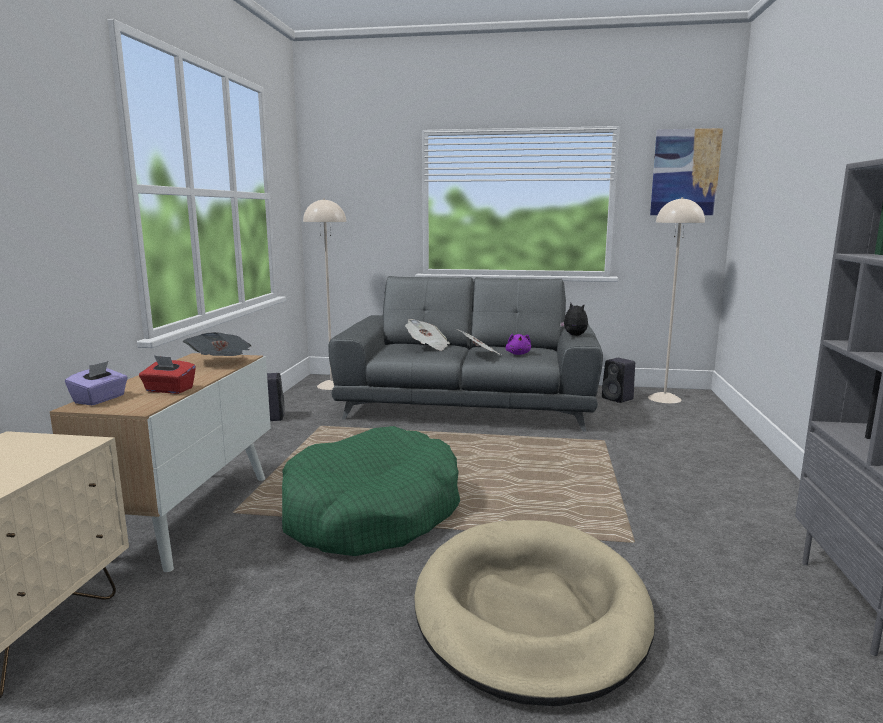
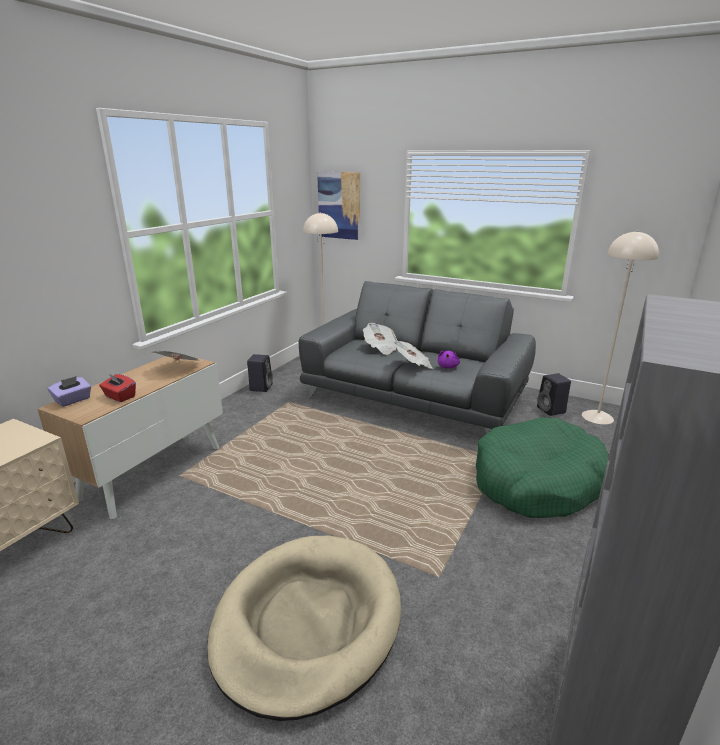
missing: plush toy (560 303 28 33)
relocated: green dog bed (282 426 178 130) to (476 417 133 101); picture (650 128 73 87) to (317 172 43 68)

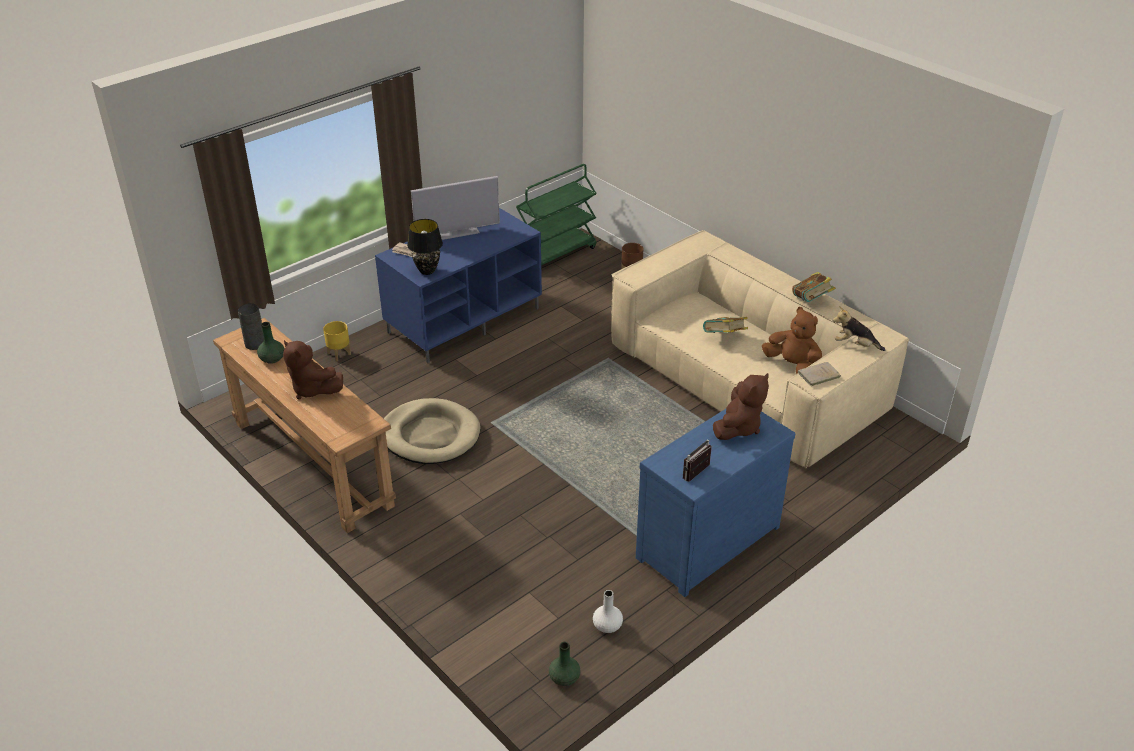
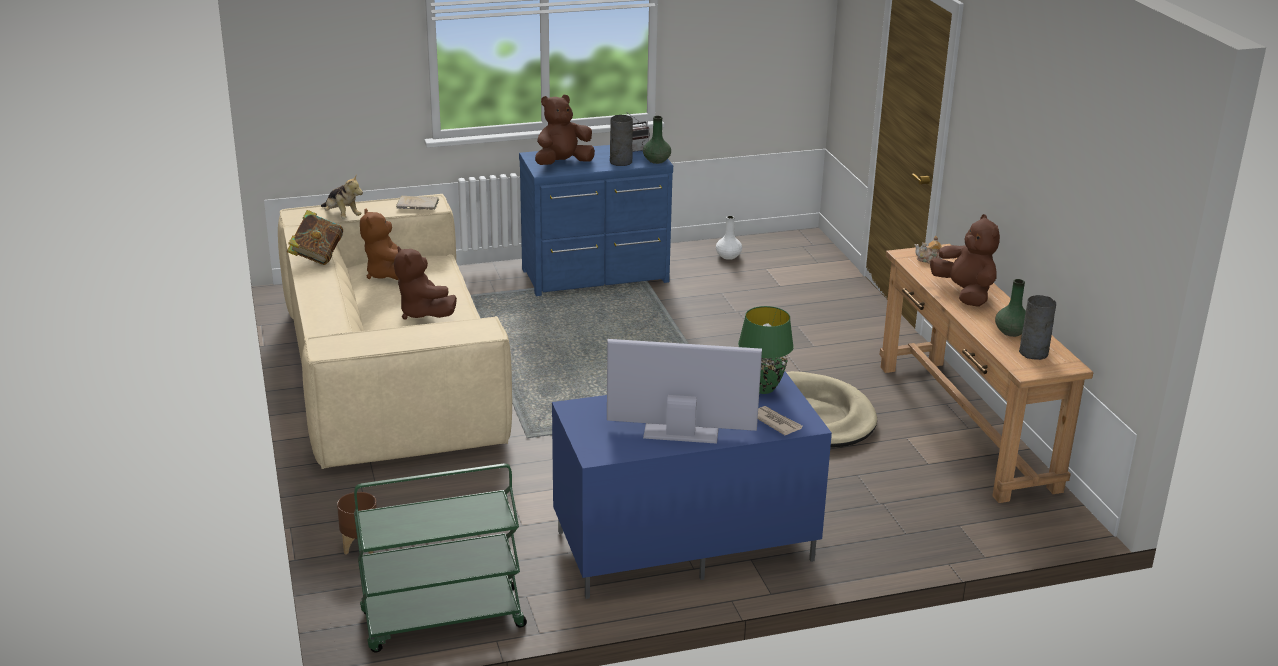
missing: yellow planter (323 321 28 40)
appeared: grey vase (610 115 23 51); teapot (914 236 28 28)
relocated: green vase (549 642 32 44) to (643 116 28 48)
exchanged: book (703 317 45 16) to brown plush toy (394 246 63 74)
colour: black table lamp (407 219 36 56) to green table lamp (738 306 56 88)

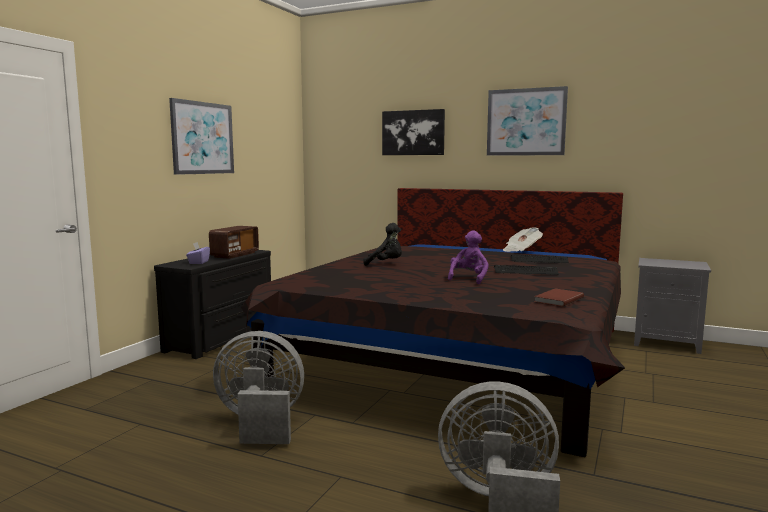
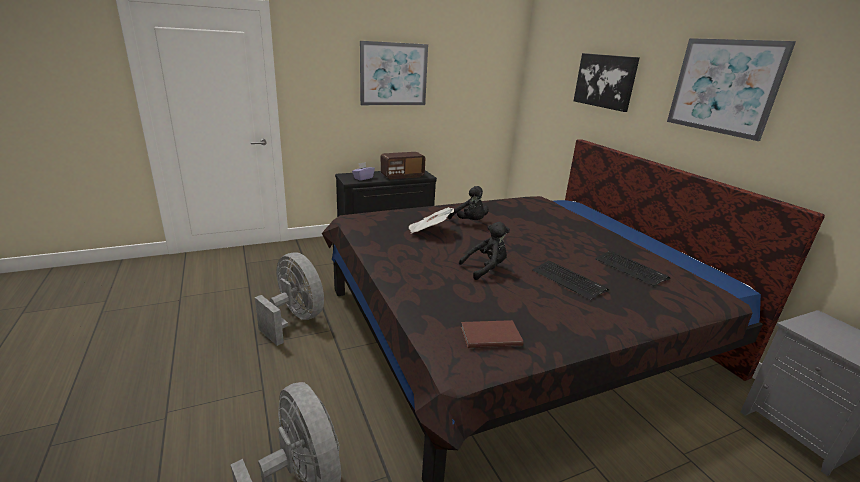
relocated: newspaper (503 227 40 25) to (408 207 46 27)
colour: purple plush toy (448 231 41 53) to black plush toy (459 222 51 58)

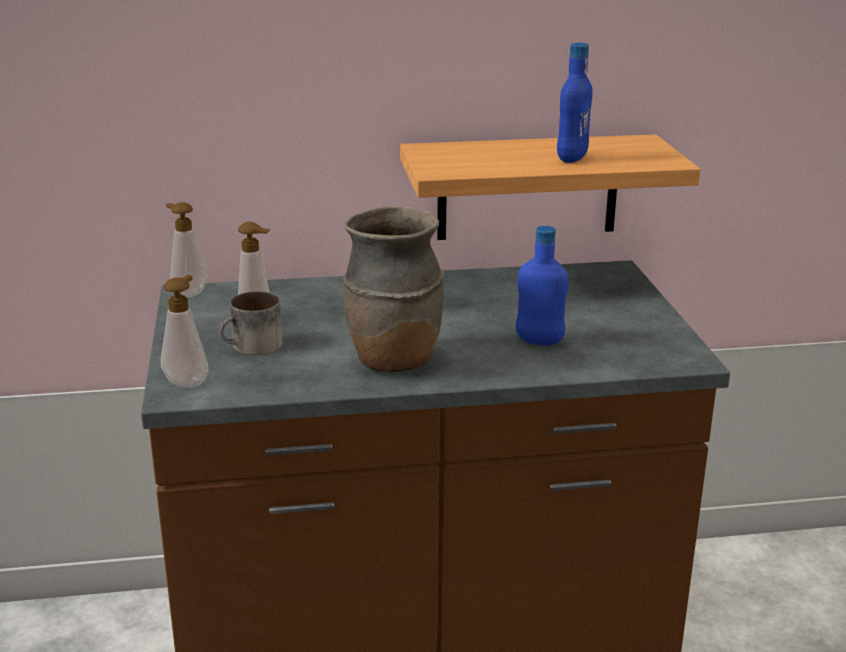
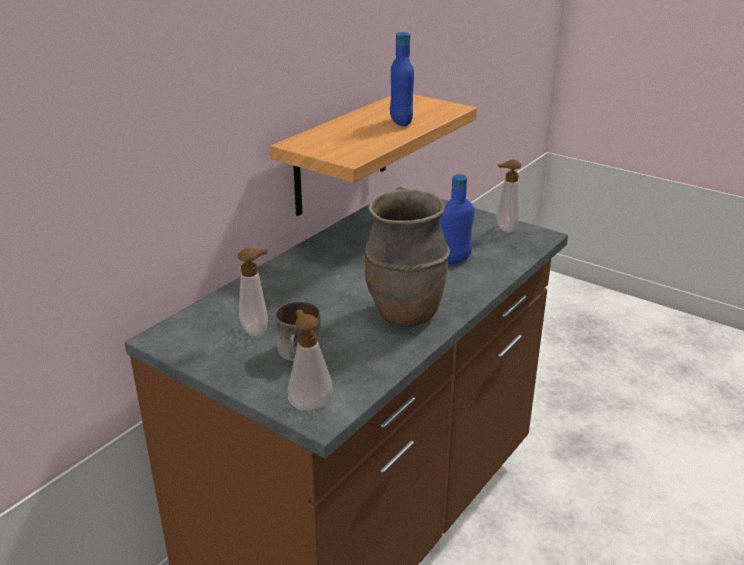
relocated: soap dispenser (166 202 41 96) to (497 160 24 73)

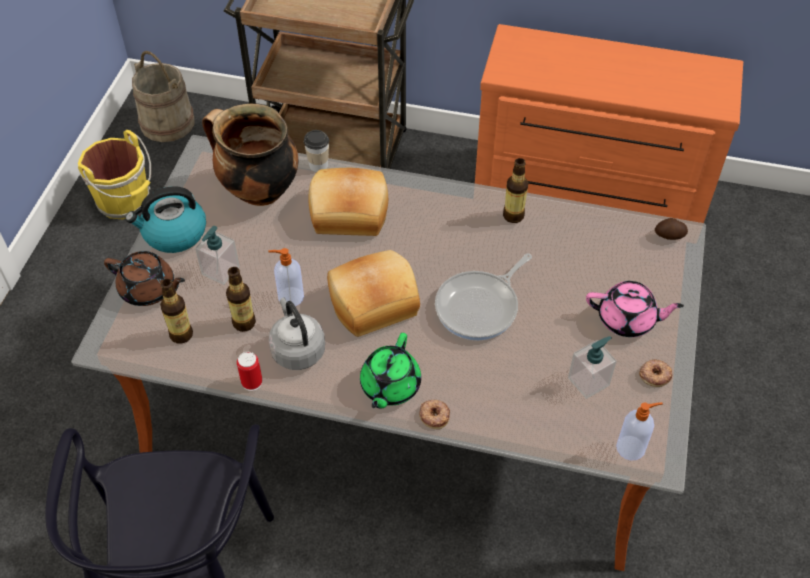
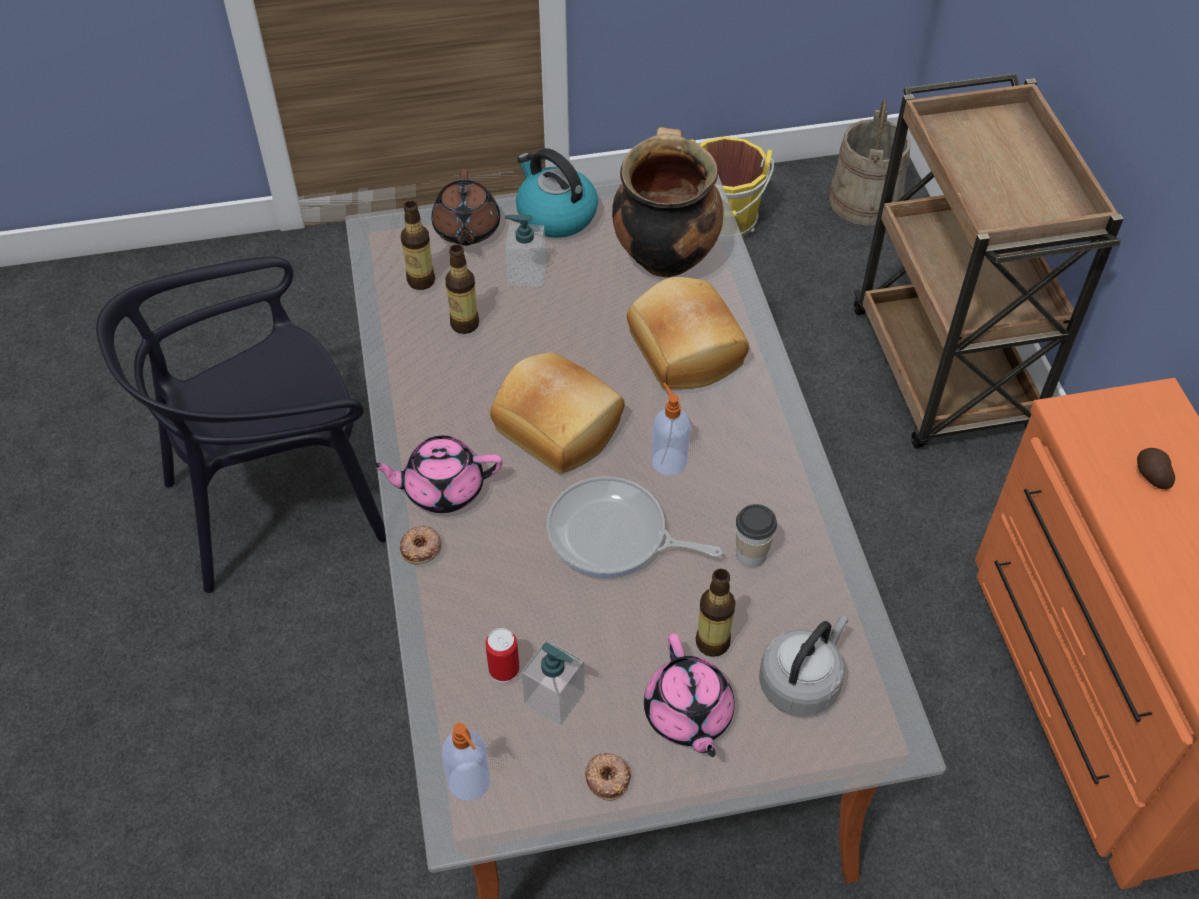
relocated: can (237 352 25 39) to (485 628 34 55); soap dispenser (268 248 36 58) to (652 383 38 93); grey kettle (269 297 56 73) to (759 616 89 100); cup (304 130 25 42) to (736 504 41 63); bottle (503 158 25 65) to (696 569 40 88); potato (655 218 33 22) to (1137 448 38 41)
colour: green teapot (360 333 61 76) to pink teapot (370 436 132 77)

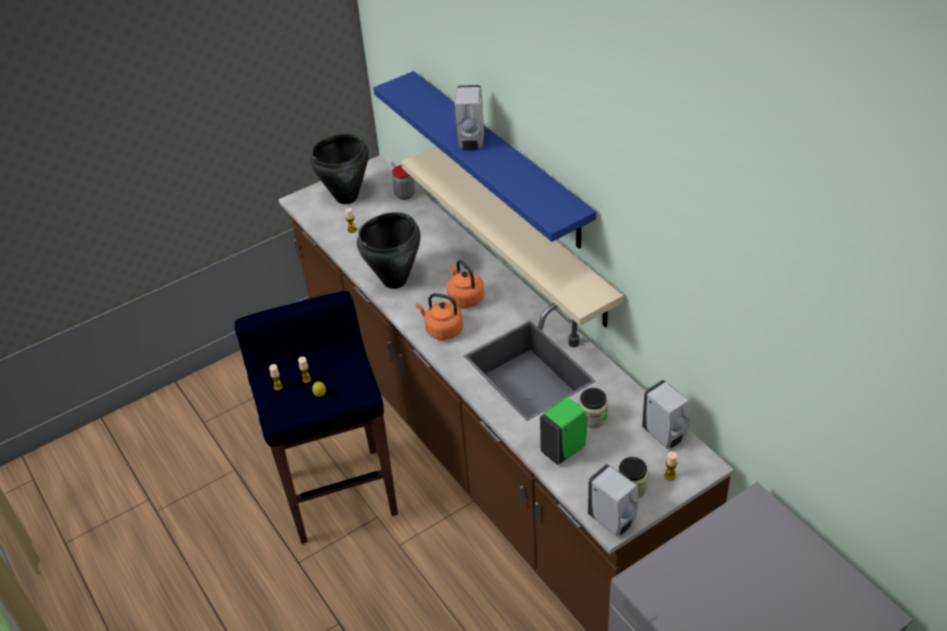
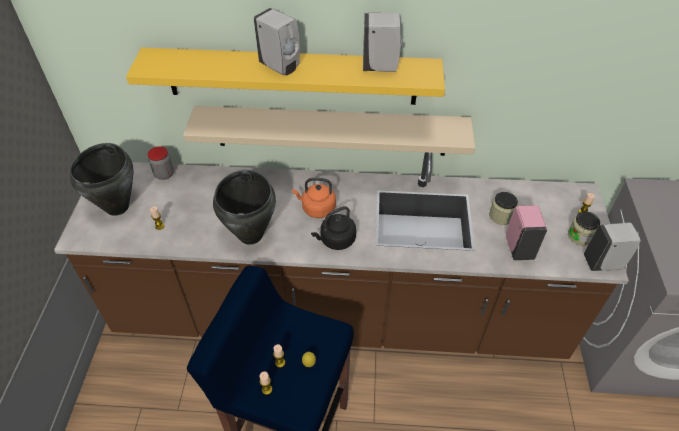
relocated: white soap dispenser (642 380 48 69) to (363 13 40 59)
colour: blue shelf (374 71 222 178) to yellow shelf (126 48 319 57); orange kettle (416 293 47 47) to black kettle (311 206 45 44); green soap dispenser (540 397 47 68) to pink soap dispenser (506 205 41 55)

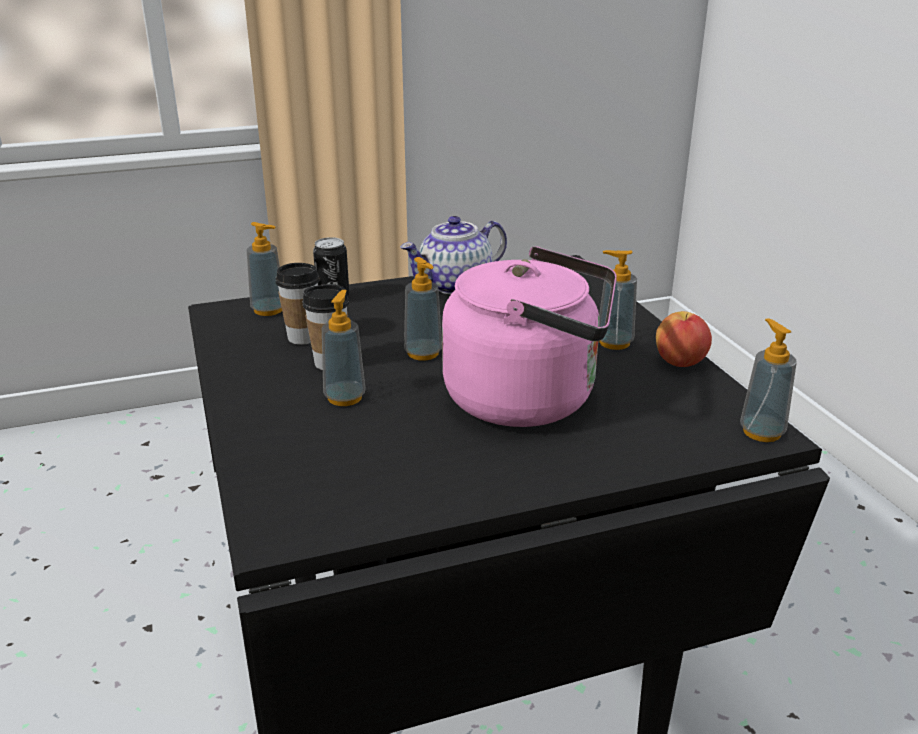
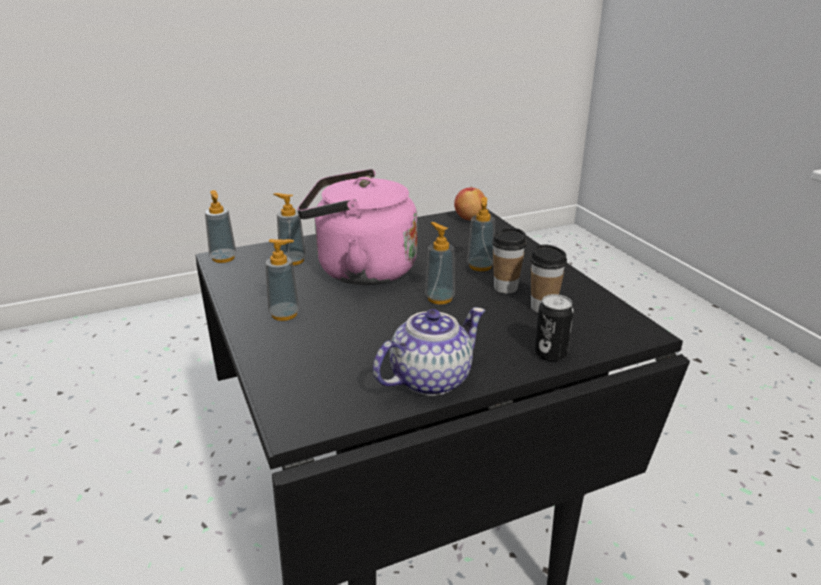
relocated: soap dispenser (247 222 35 94) to (274 193 32 73); apple (656 311 56 56) to (454 185 33 35)

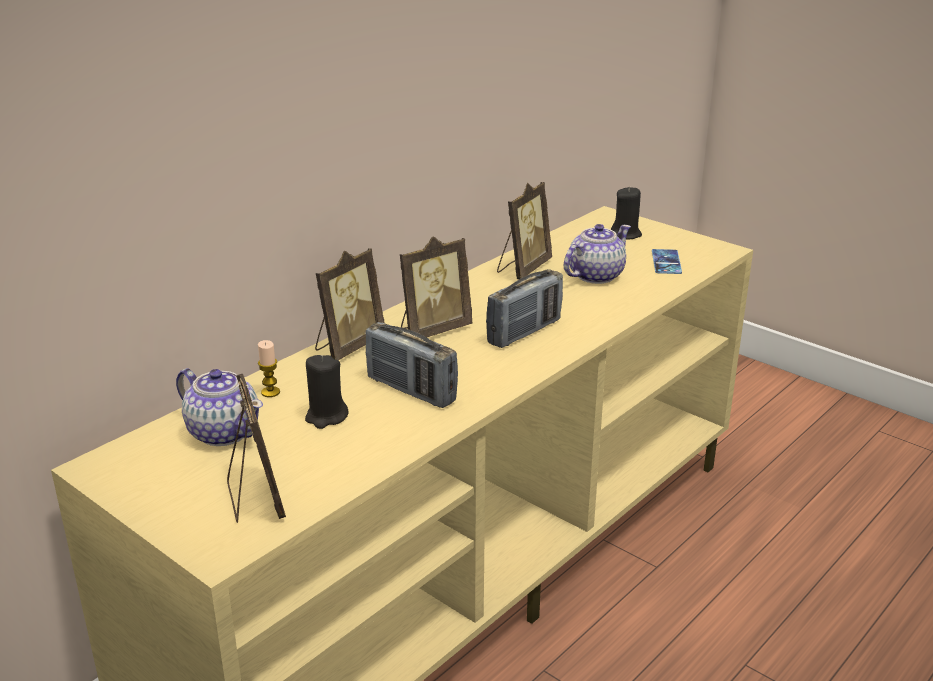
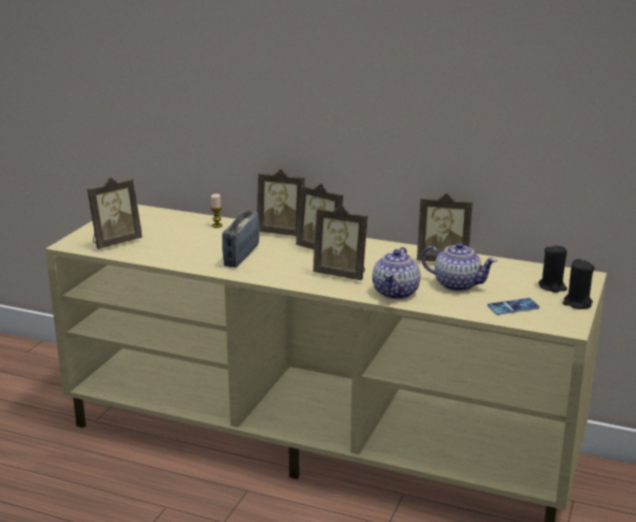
relocated: teapot (176 368 87 78) to (372 247 49 52); black candle (305 355 44 74) to (563 259 32 50)
exchanged: radio (486 269 77 79) to picture frame (313 205 54 75)

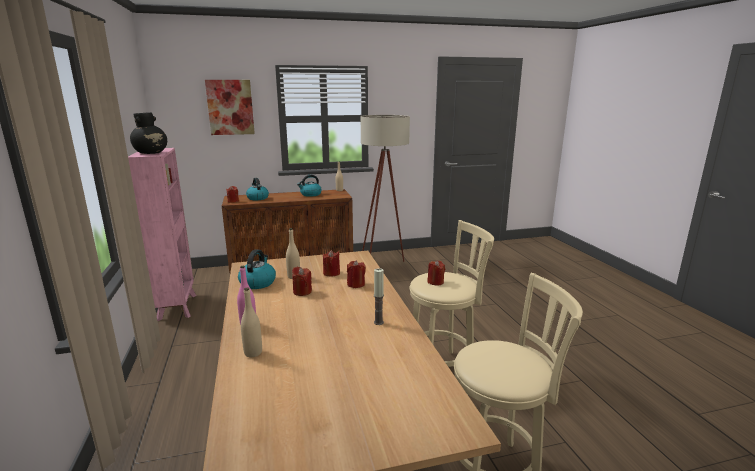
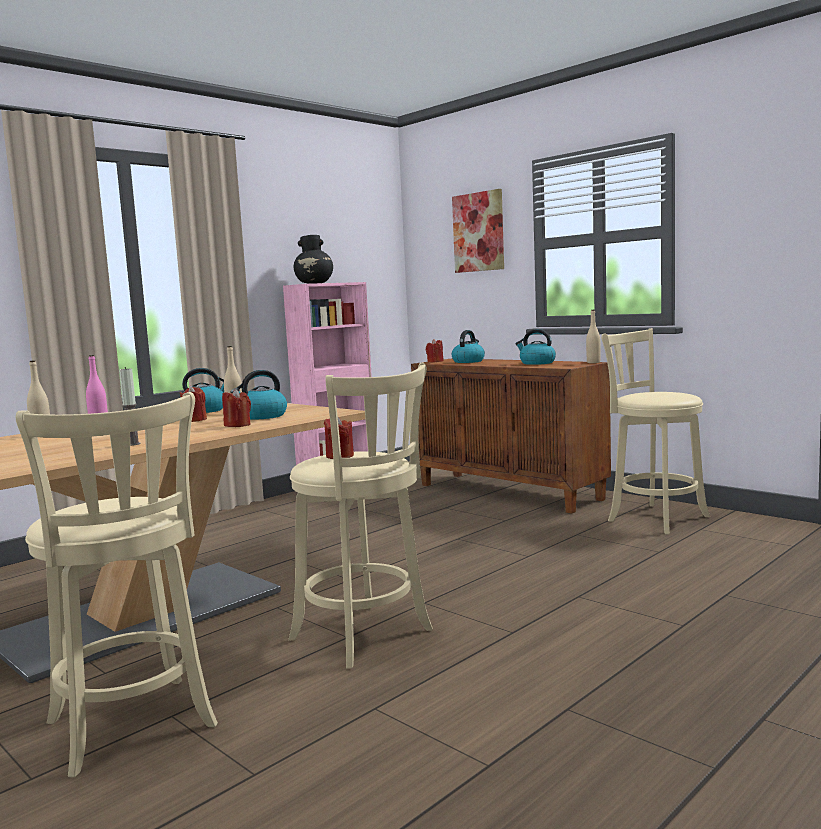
exchanged: red candle (323 250 17 26) to kettle (230 370 57 50); beige floor lamp (361 115 49 147) to beige stool (601 328 109 206)

